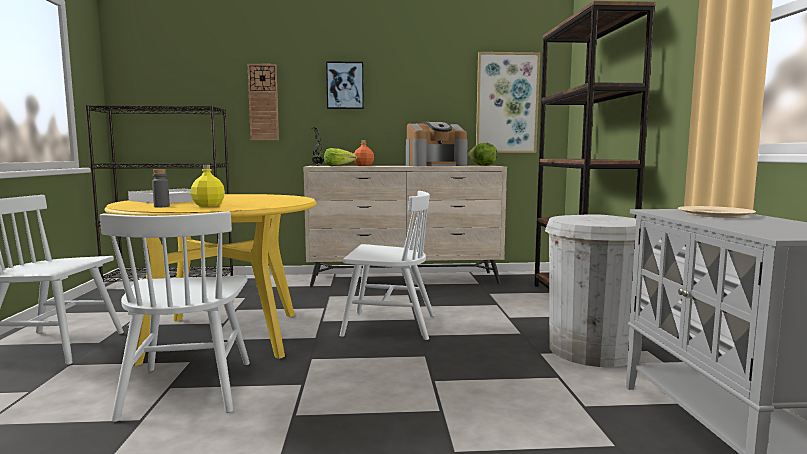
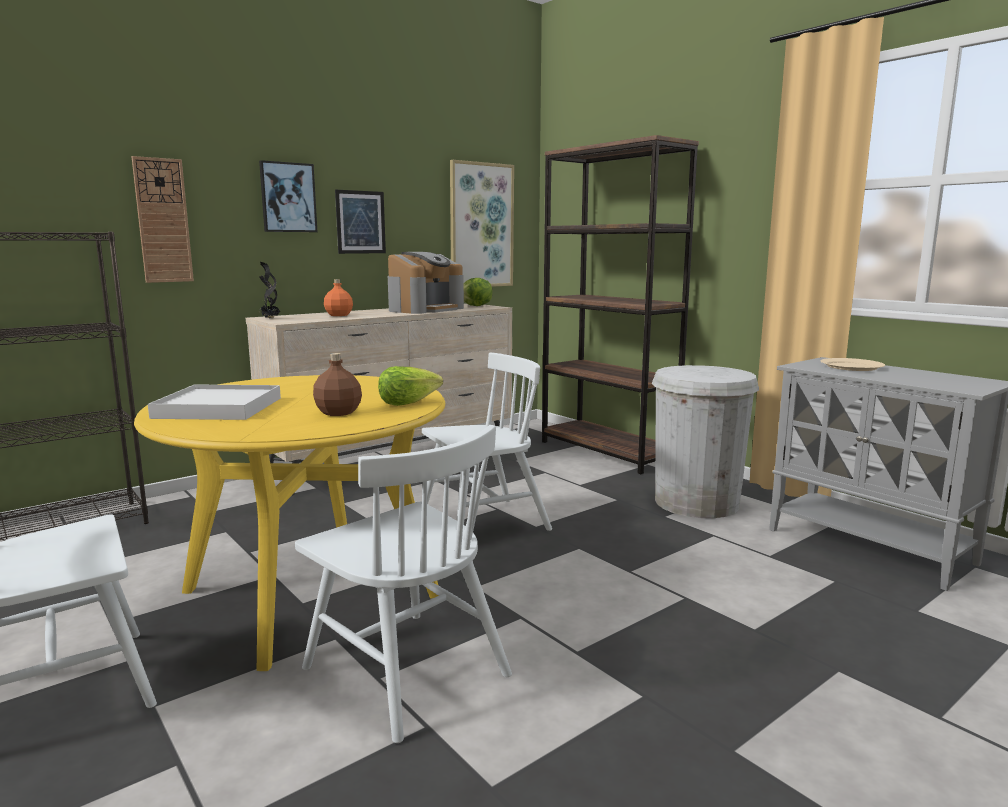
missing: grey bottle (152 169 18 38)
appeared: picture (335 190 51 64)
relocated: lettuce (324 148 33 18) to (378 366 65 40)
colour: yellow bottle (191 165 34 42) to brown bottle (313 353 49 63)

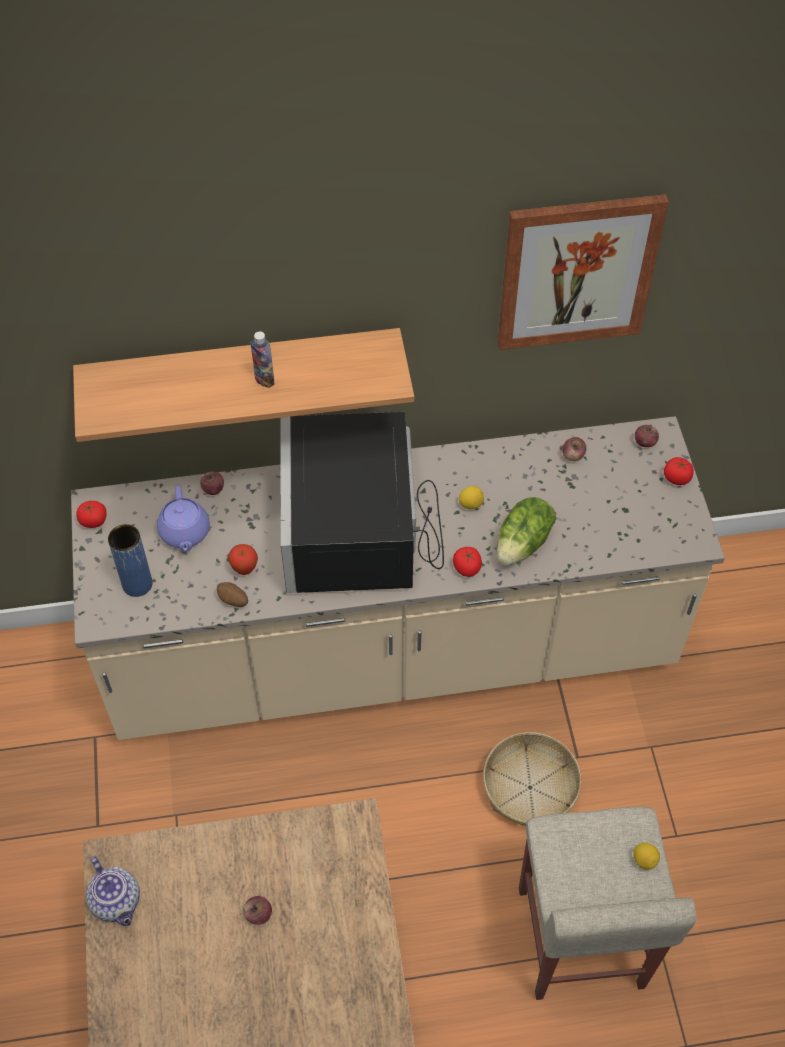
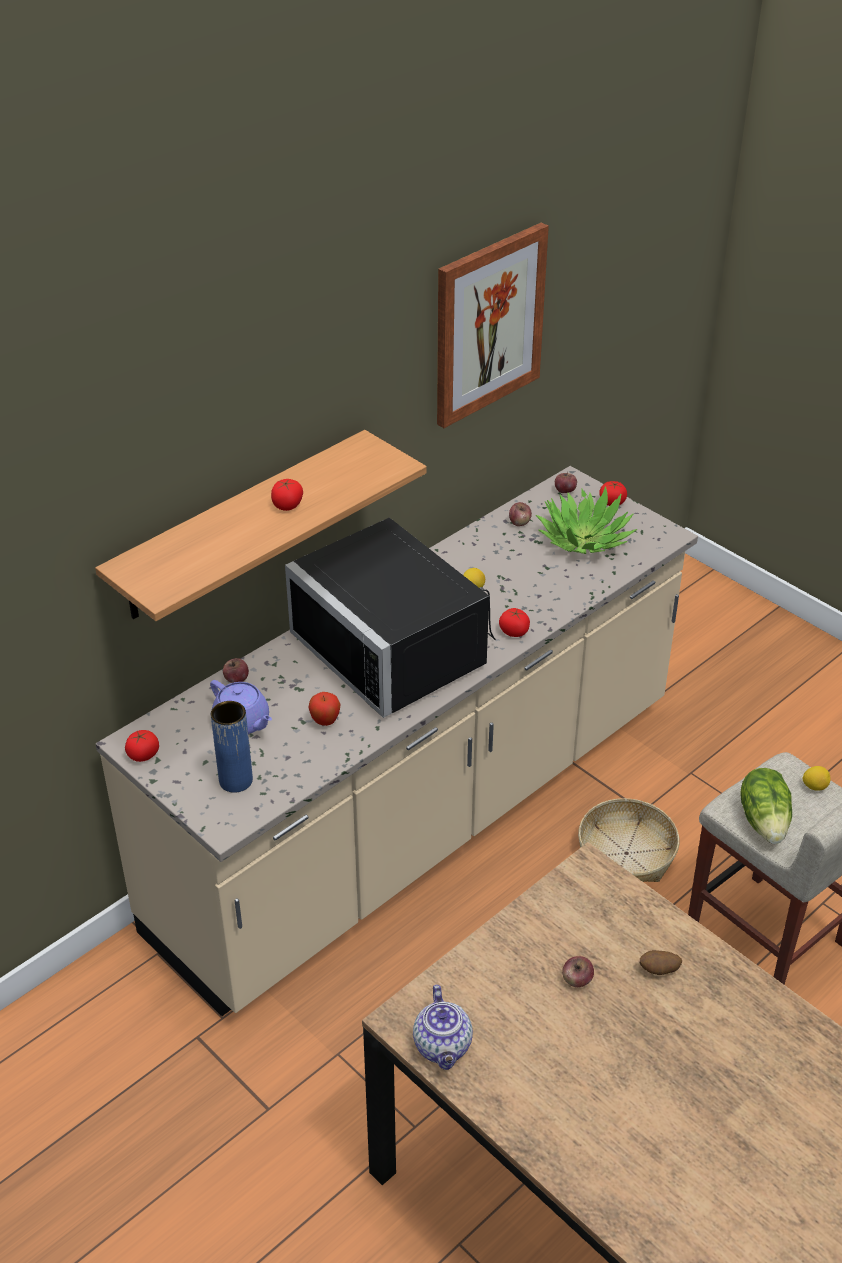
appeared: potted plant (535 486 102 68)
relocated: potato (217 582 31 25) to (640 950 42 25); lettuce (497 497 59 68) to (740 768 52 76)
exchanged: bottle (250 331 24 57) to tomato (271 479 32 32)
spun: teapot (86 856 54 70) = (413 985 60 85) 60 degrees clockwise

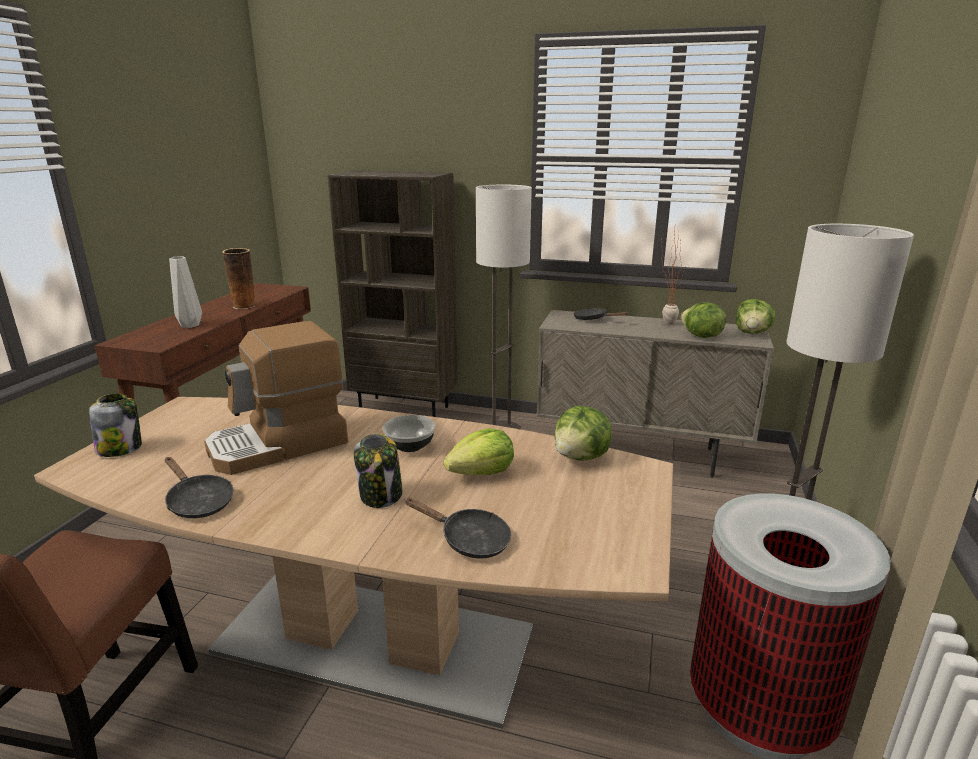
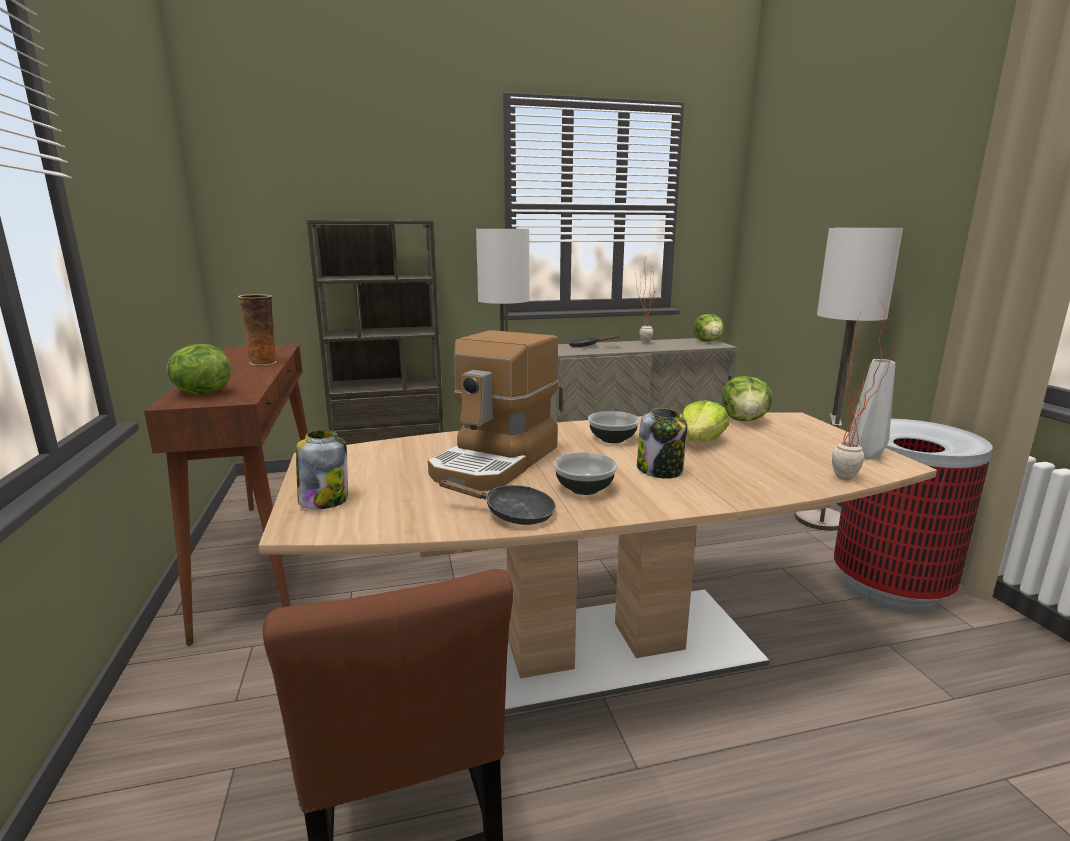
missing: black frying pan (404 498 107 61)
appeared: bowl (554 452 63 43); potted plant (832 300 69 180)
relocated: grey vase (169 256 33 72) to (850 359 45 101); lettuce (681 302 45 36) to (167 344 64 51)

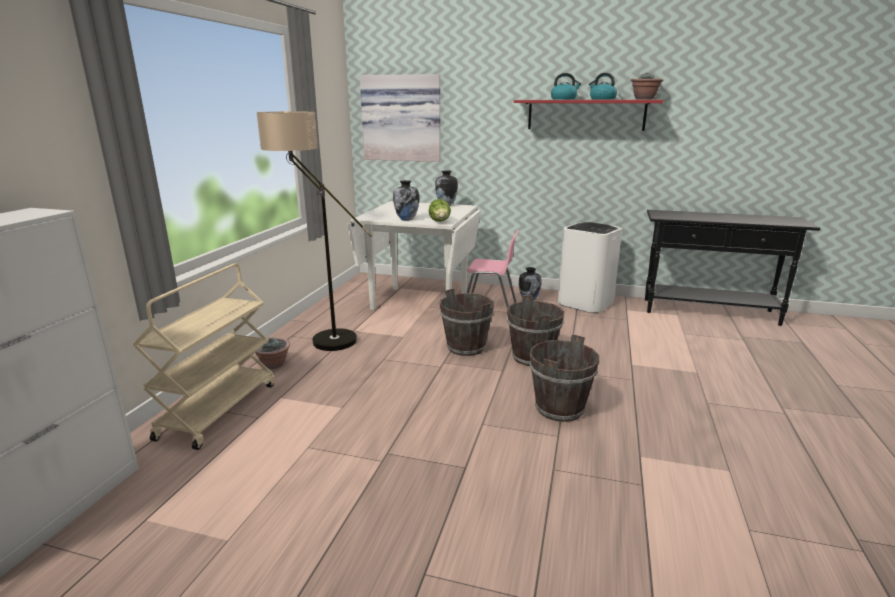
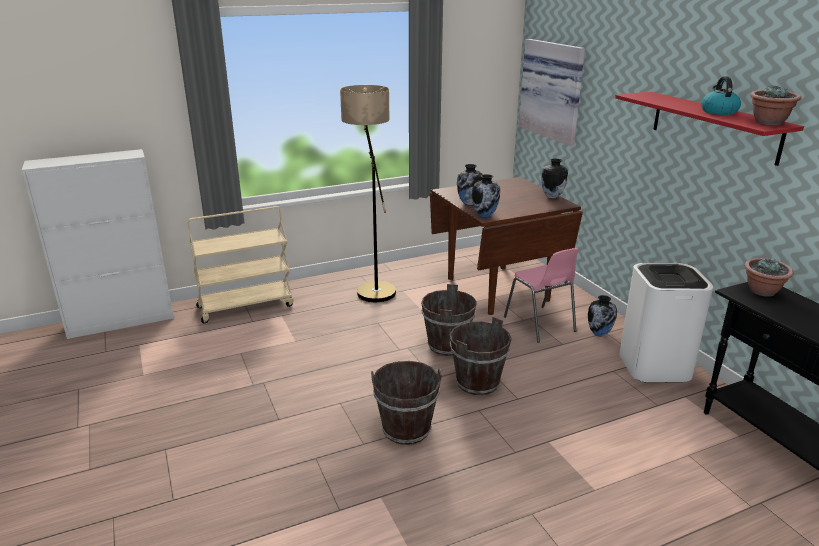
missing: kettle (551 73 30 27)
relocated: potted plant (255 337 35 32) to (744 258 50 39)
exchanged: lettuce (429 199 22 23) to vase (472 174 28 44)
colour: white dining table (348 201 133 109) to brown dining table (430 177 153 138)

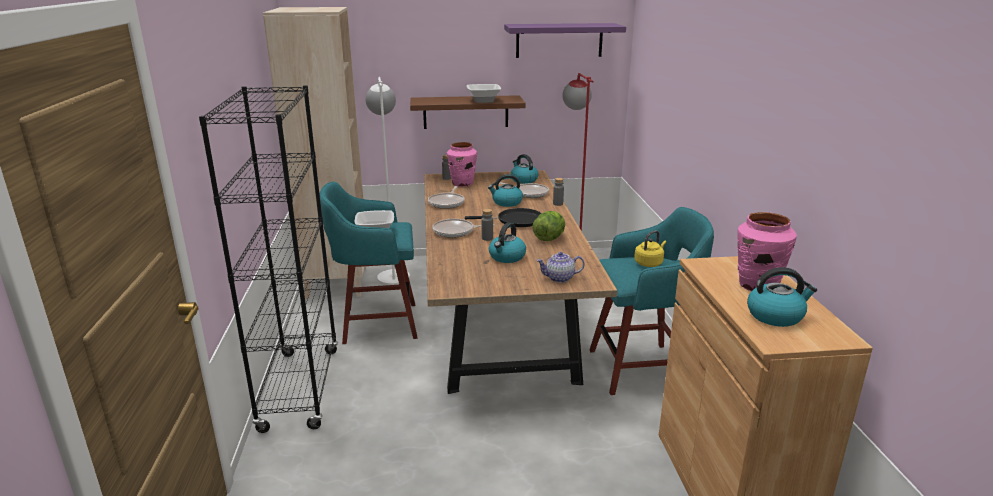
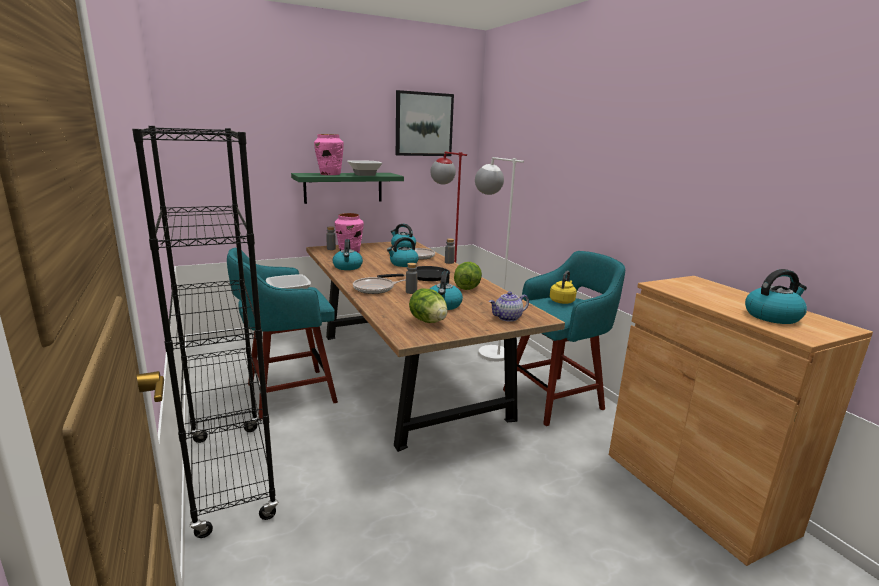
missing: beige bookcase (263 7 103 292)
appeared: lettuce (409 288 39 35)
relocated: white floor lamp (365 77 45 208) to (475 157 49 204); pink vase (737 212 60 80) to (314 134 30 41)
exchanged: frying pan (428 186 37 23) to kettle (333 239 30 31); purple shelf (504 23 122 35) to picture (396 90 58 66)
colour: brown shelf (410 95 116 34) to green shelf (291 173 113 31)

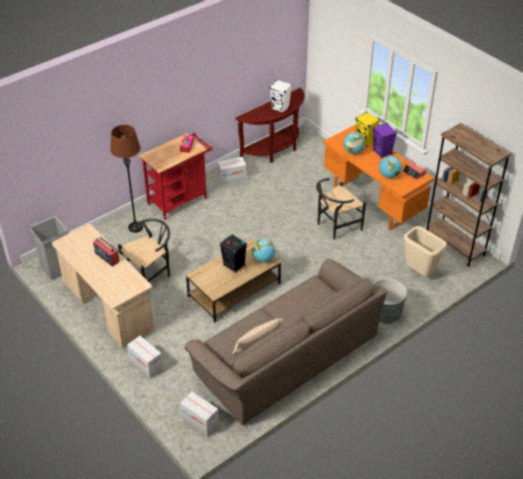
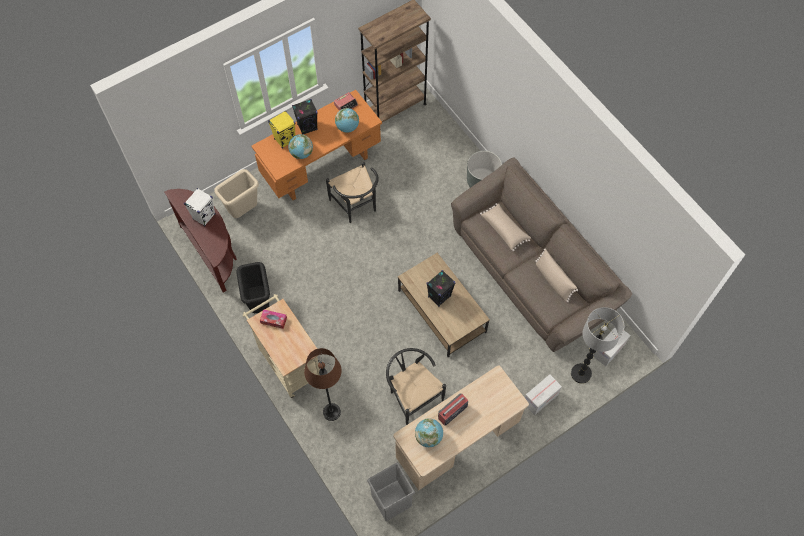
appeared: beige pillow (480 203 51 48); floor lamp (571 307 53 77)
relocated: globe (252 239 23 24) to (415 418 28 29); beige trash can (404 226 43 50) to (214 169 45 49)
exchanged: cardboard box (217 157 30 29) to black trash can (237 262 33 51)
colour: red cart (139 133 74 87) to beige cart (242 294 78 104); purple speaker (373 123 24 35) to black speaker (292 99 26 36)

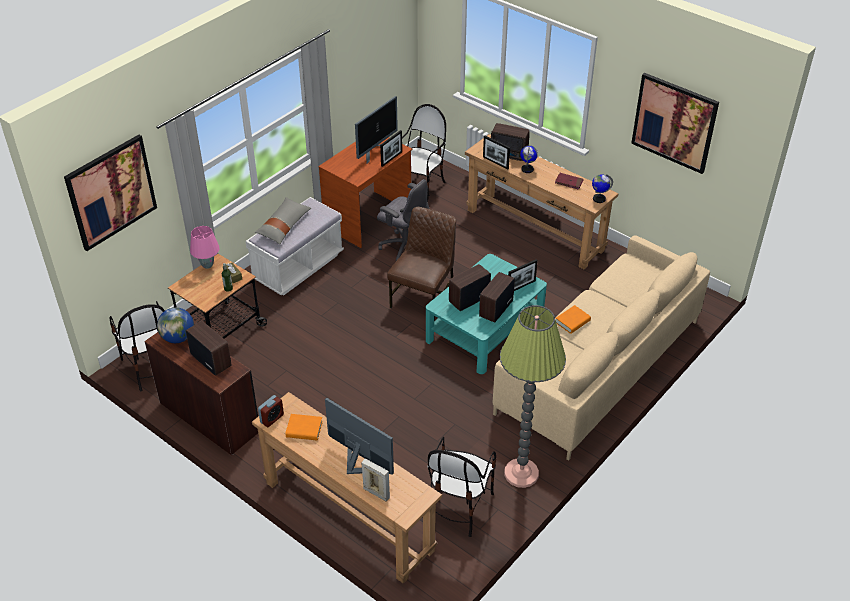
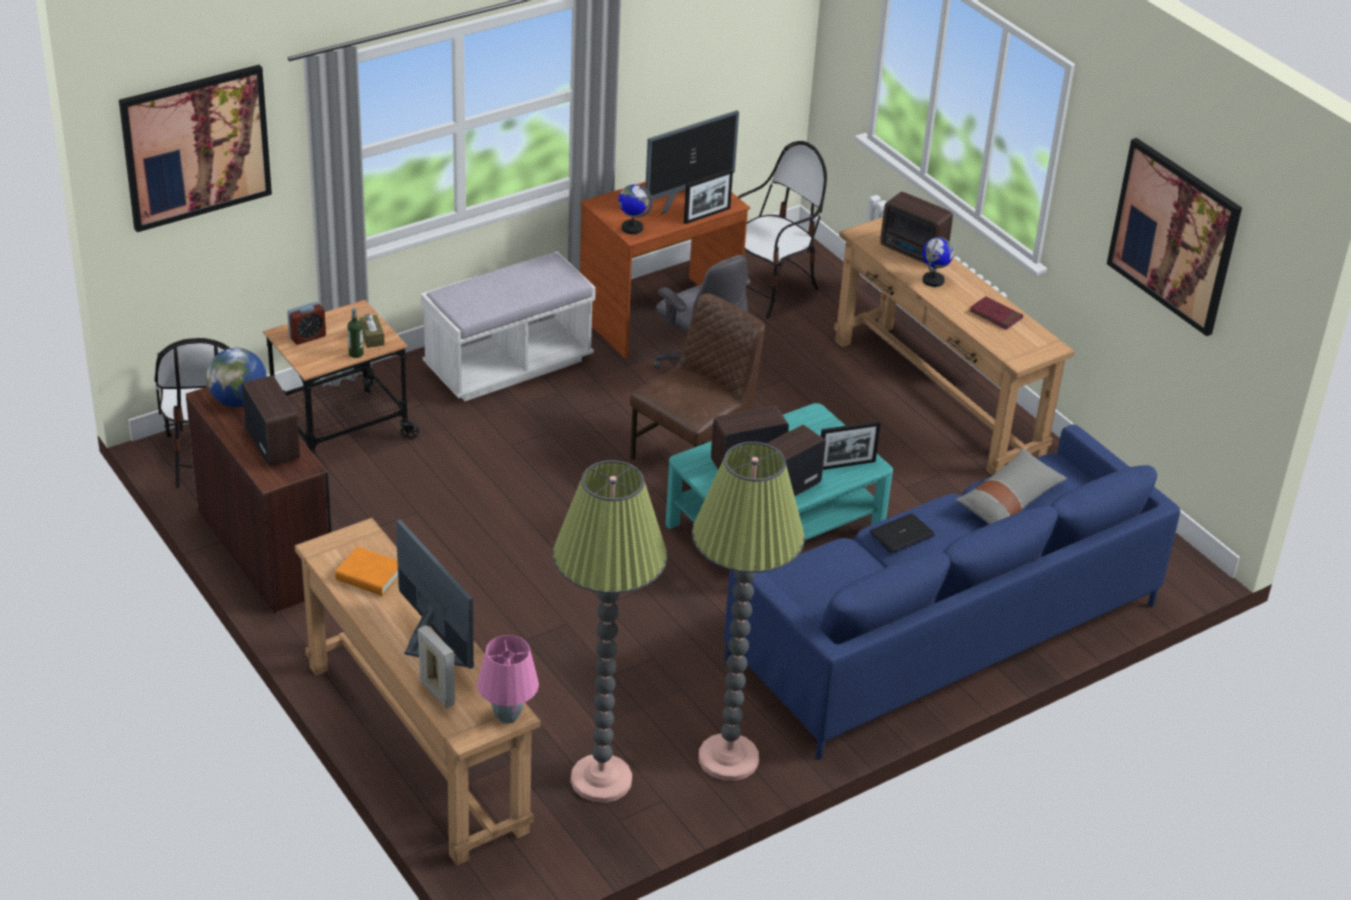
missing: picture frame (483 136 27 33)
relocated: pink table lamp (190 226 29 43) to (477 635 62 89); grey pillow (255 197 56 47) to (955 448 112 76); alarm clock (258 395 26 32) to (287 302 39 43); globe (592 174 21 29) to (618 184 35 50)
exchanged: chair (428 437 68 100) to floor lamp (553 460 114 343); orange book (556 305 35 29) to laptop (869 514 66 40)
colour: beige sofa (493 235 217 226) to blue sofa (724 424 456 336)

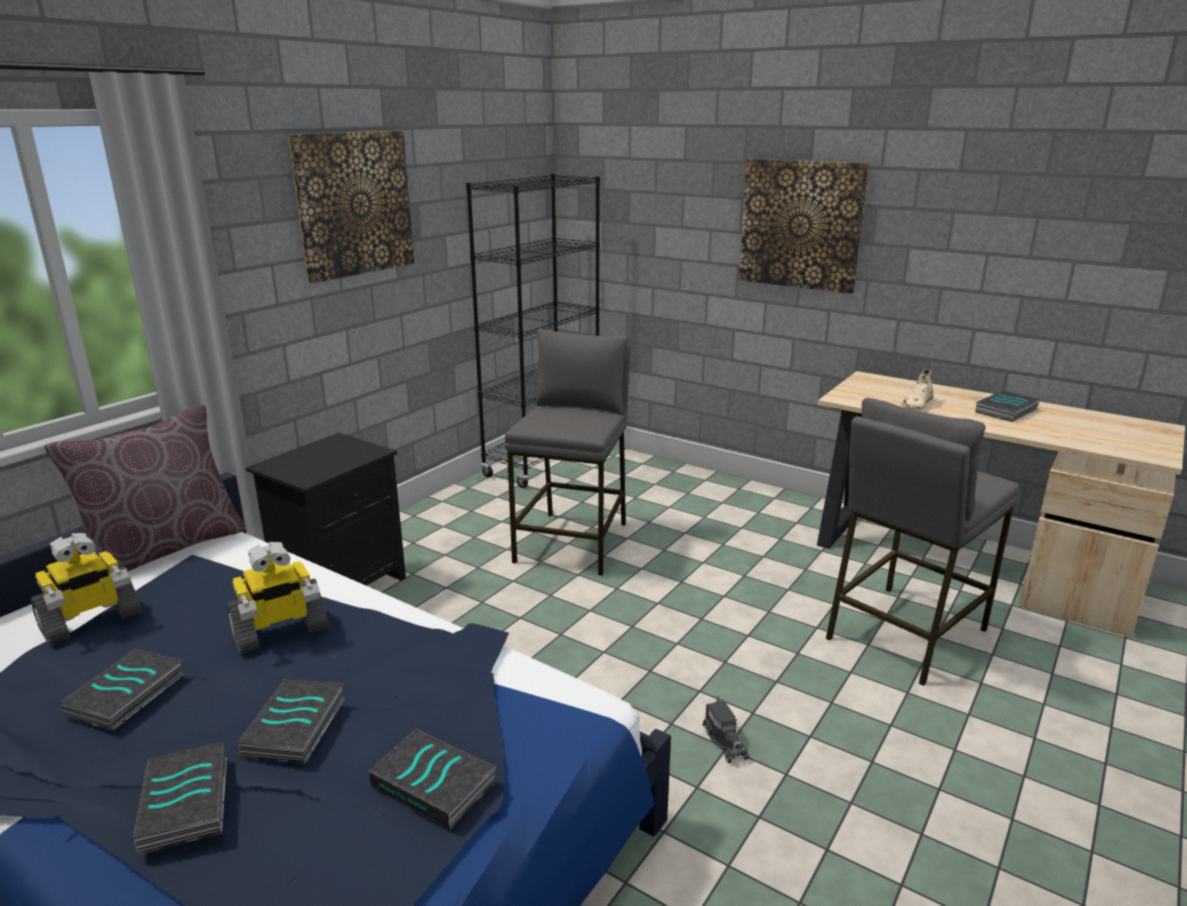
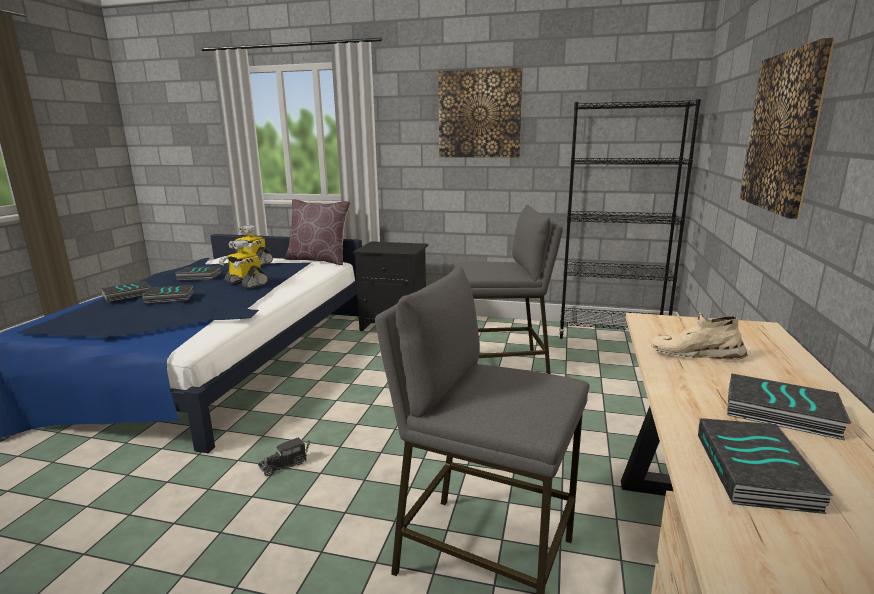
relocated: book (368 729 129 100) to (698 418 135 96)

